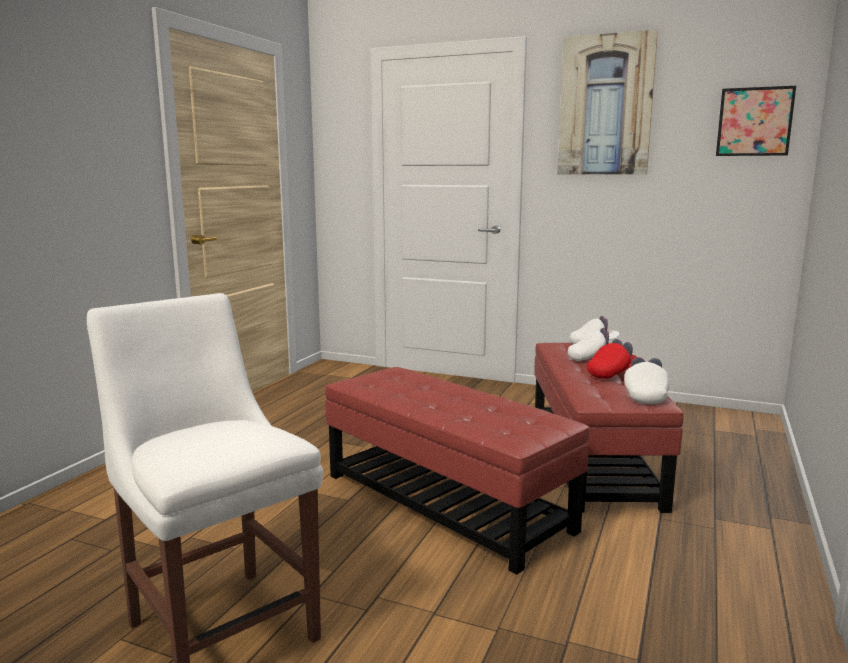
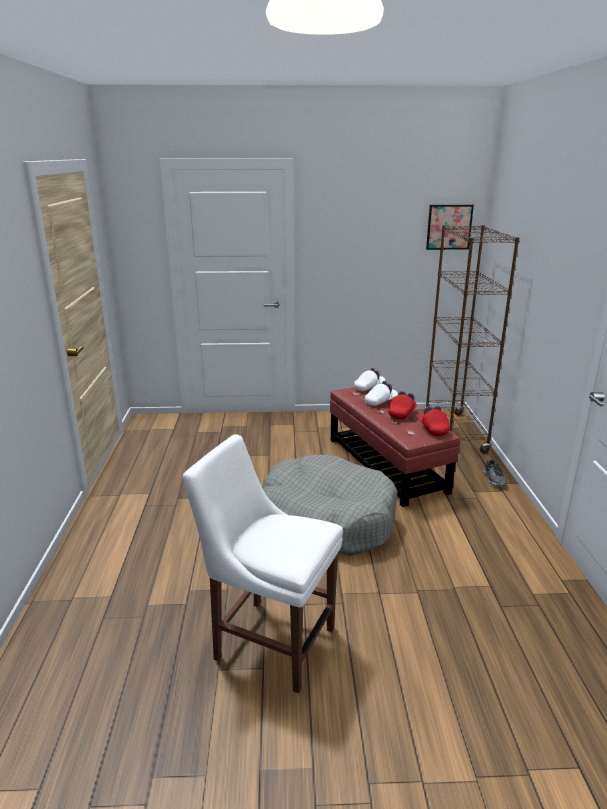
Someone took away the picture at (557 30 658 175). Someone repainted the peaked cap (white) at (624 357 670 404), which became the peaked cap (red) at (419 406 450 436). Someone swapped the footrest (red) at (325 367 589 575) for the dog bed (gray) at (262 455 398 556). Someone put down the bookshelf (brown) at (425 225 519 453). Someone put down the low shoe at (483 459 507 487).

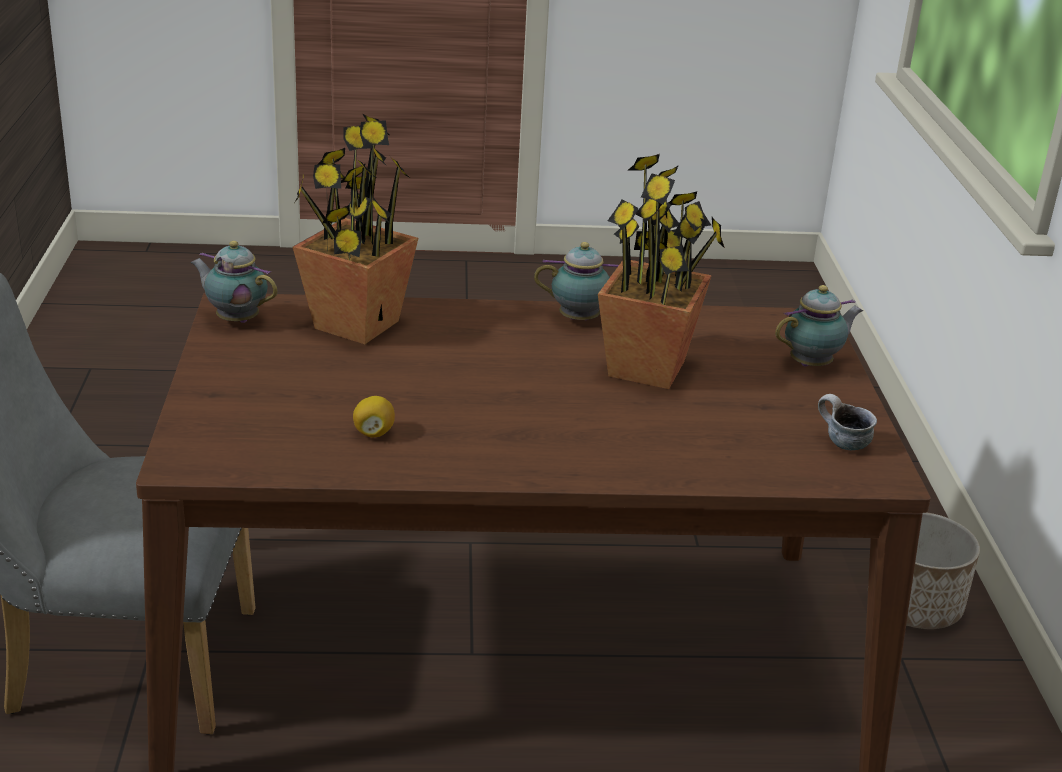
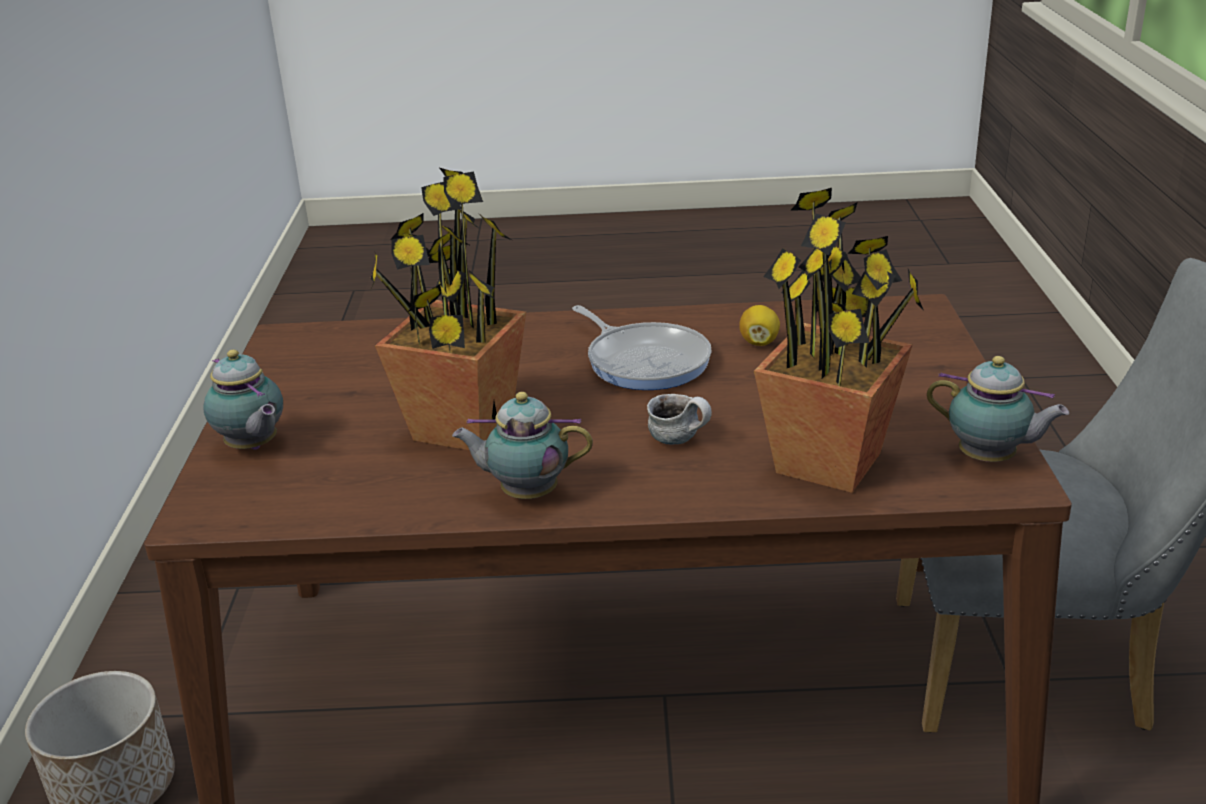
Someone rotated the tea pot at (775 285 863 367) by 105 degrees counterclockwise. Someone carried the mug from (818 394 877 450) to (647 394 712 444). Someone put down the frying pan at (572 305 712 390).

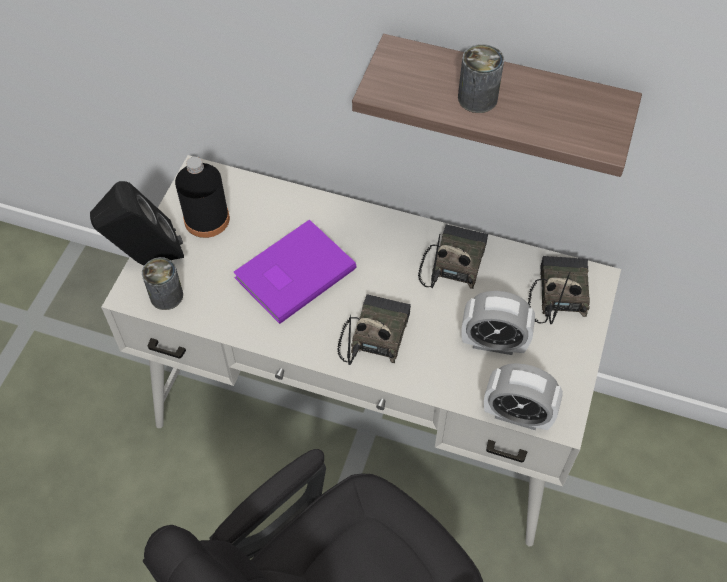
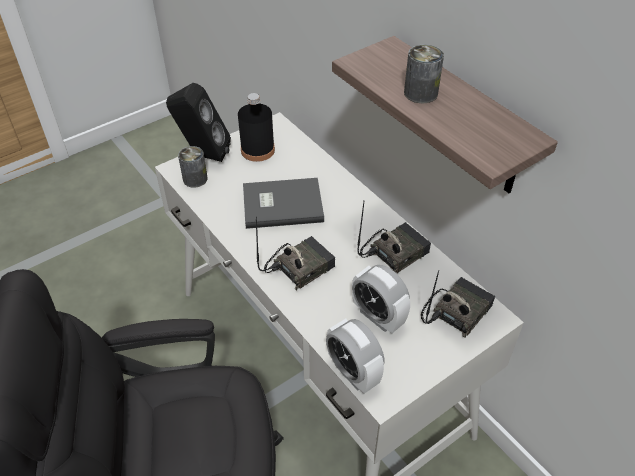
Someone repainted the book (purplish) at (234 220 357 324), which became the book (gray) at (243 178 324 229).

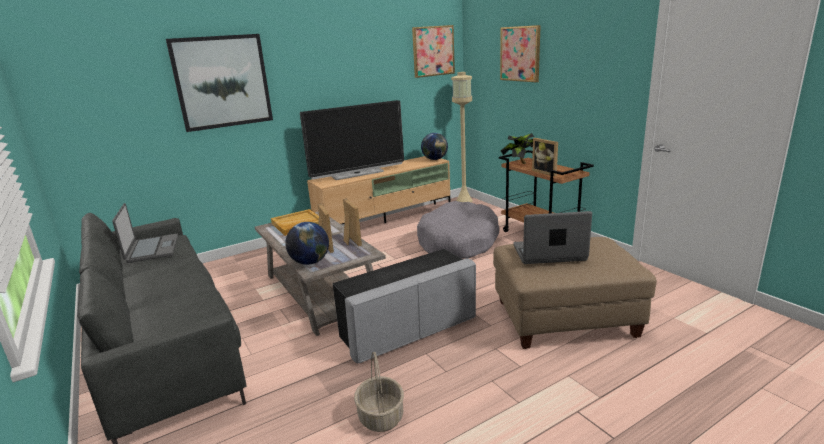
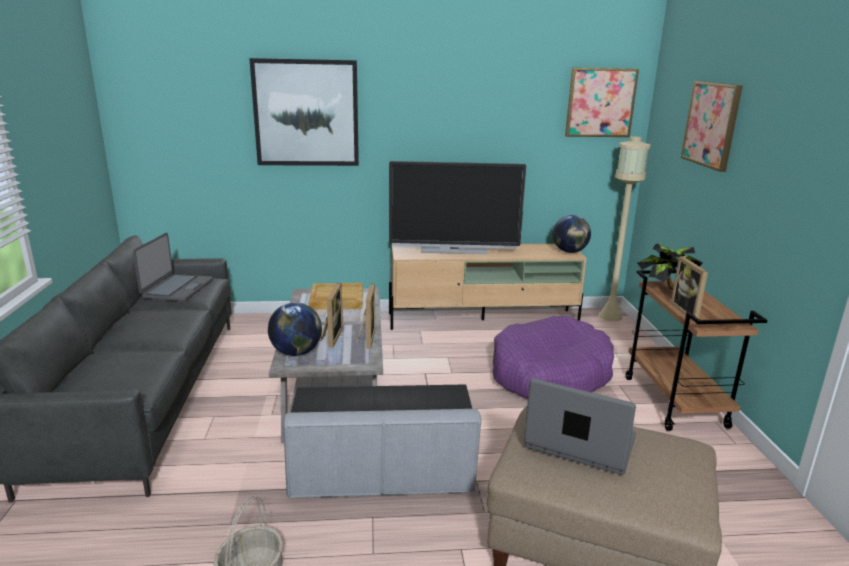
Someone repainted the dog bed (gray) at (417 201 500 259), which became the dog bed (purplish) at (493 316 614 399).

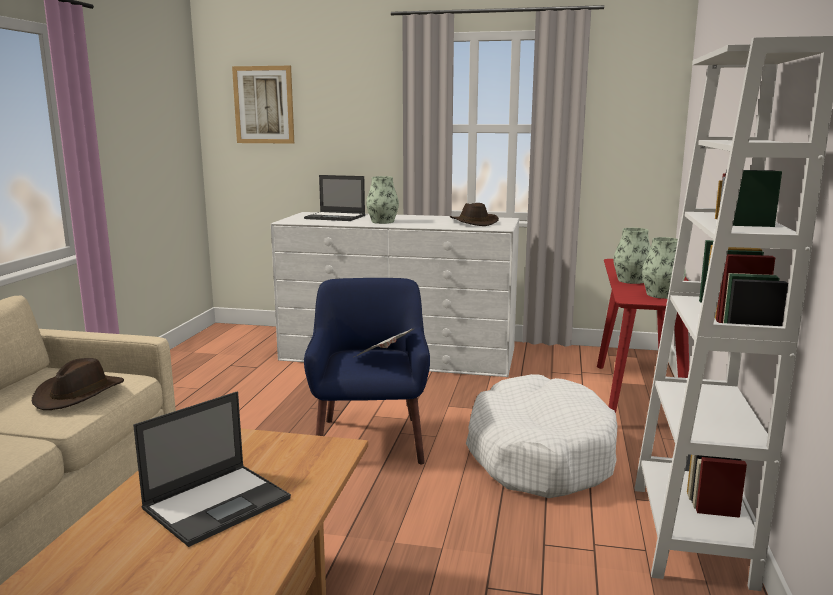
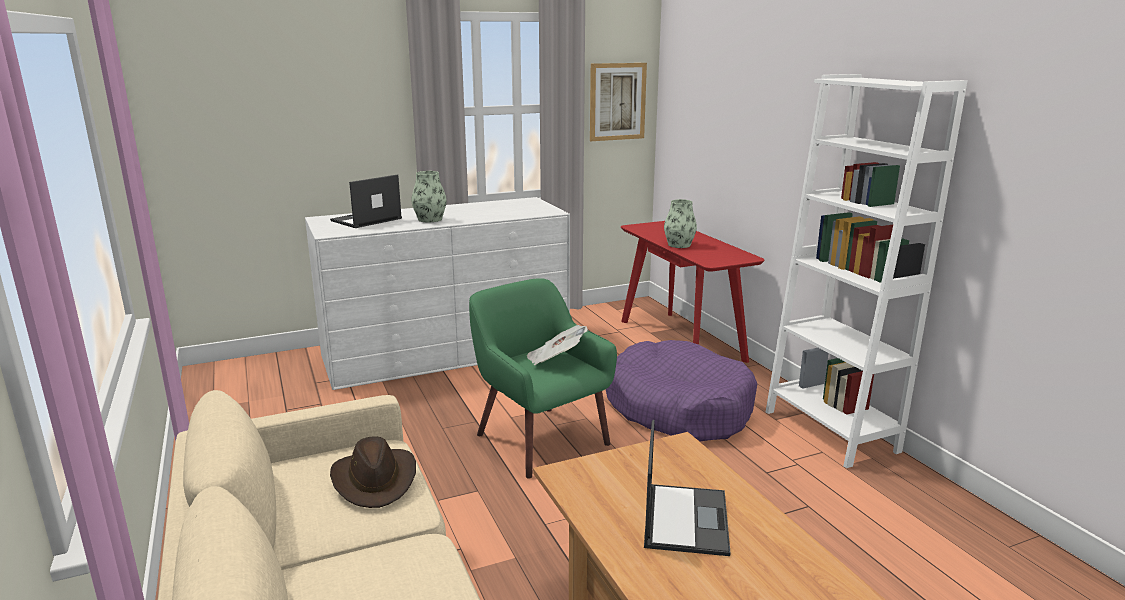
Someone carried the picture from (232 66 294 144) to (590 63 647 141). Someone rotated the portable computer at (304 175 365 221) by 150 degrees clockwise. Someone took away the clothing hat (brown) at (450 203 499 226). Someone took away the flower vase at (642 237 686 299). Someone repainted the armchair (blue-coloured) at (304 278 430 464), which became the armchair (green-coloured) at (469 278 617 479). Someone repainted the dog bed (white) at (466 374 618 498), which became the dog bed (purplish) at (606 340 757 442).

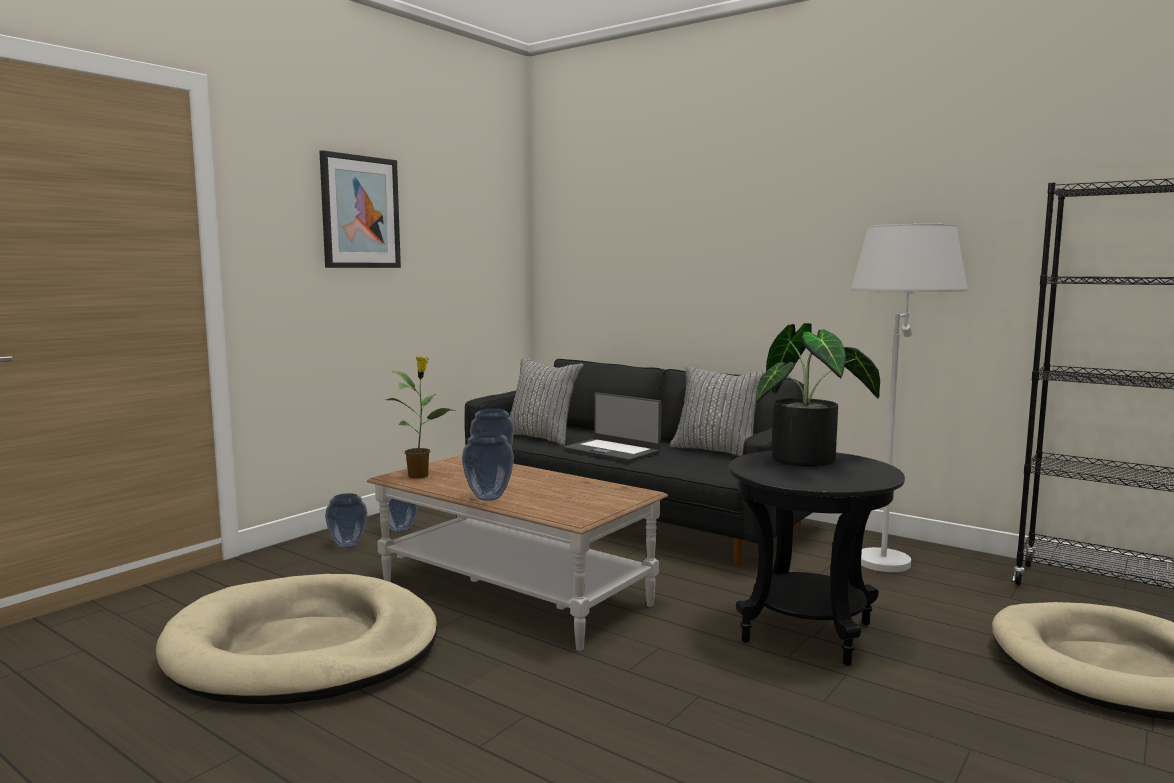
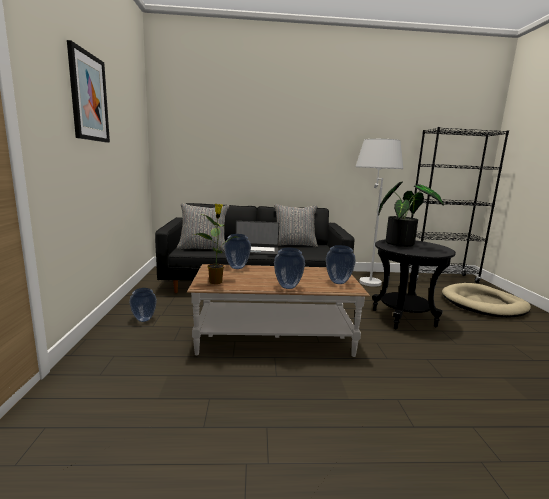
Someone carried the flower vase from (325 493 368 548) to (326 245 356 284). Someone took away the dog bed (beige) at (156 574 437 704).

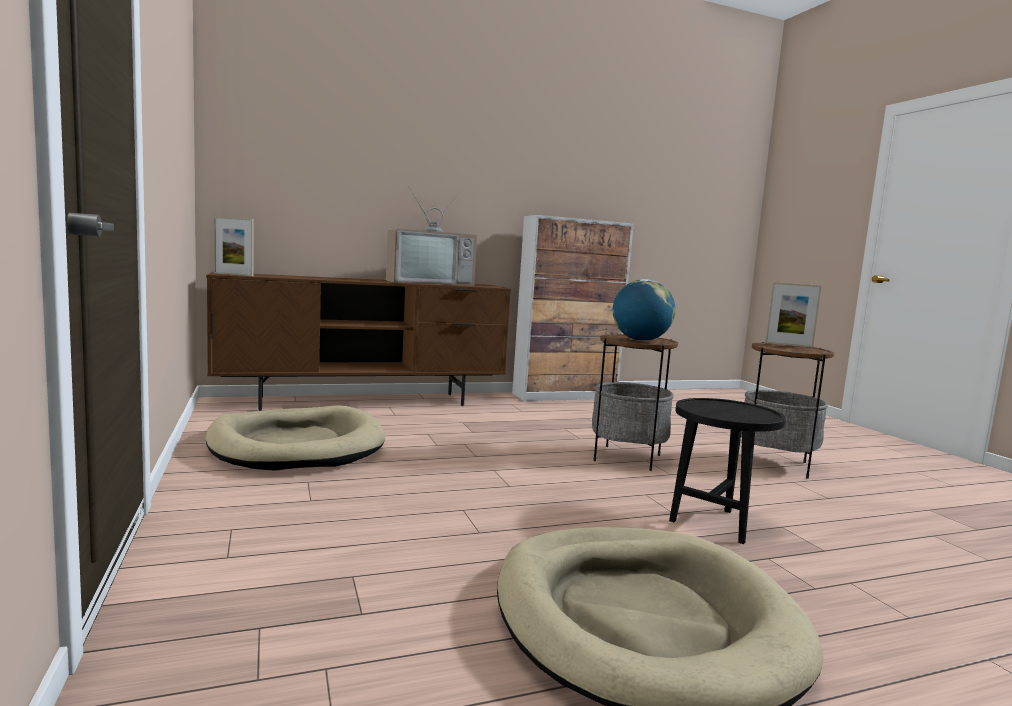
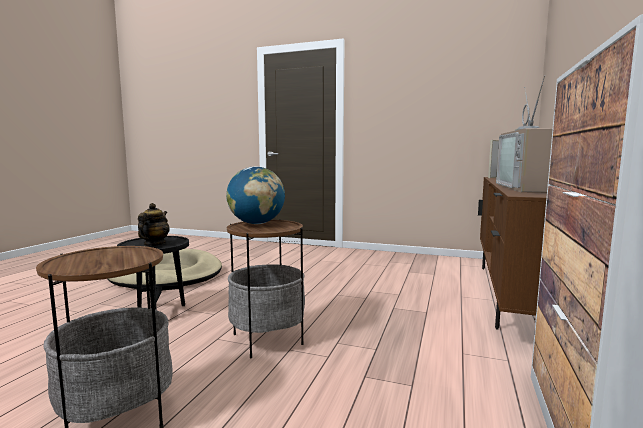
Someone took away the standing frame at (765 282 821 348). Someone took away the dog bed (beige) at (205 405 385 471). Someone put down the tea pot at (138 203 170 246).

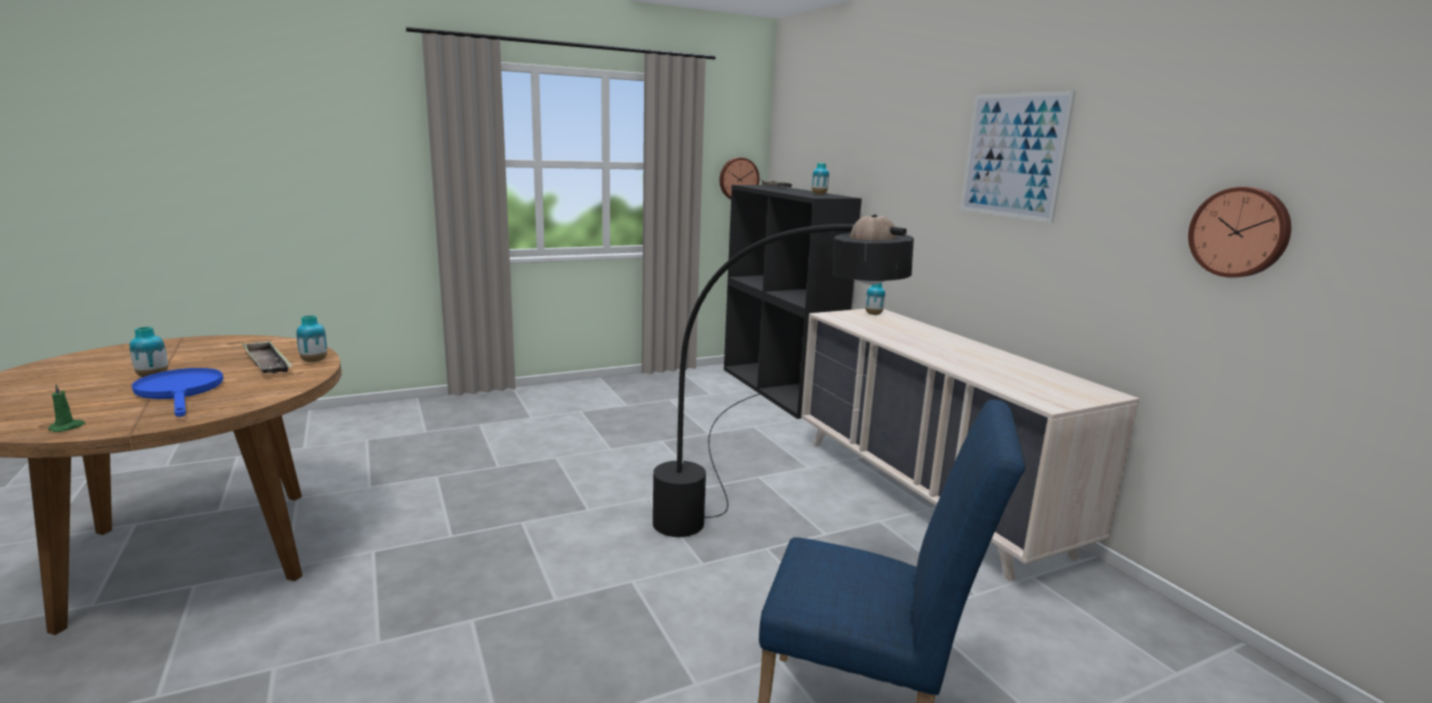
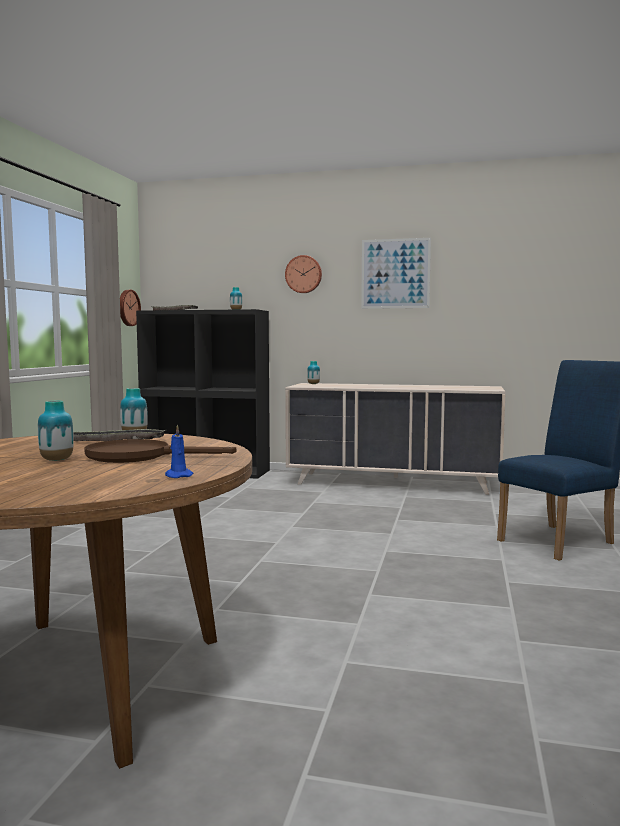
Someone carried the hanging clock from (1188 187 1291 278) to (285 255 322 293). Someone took away the standing lamp (black) at (653 215 914 537). Someone repainted the frying pan (blue-coloured) at (132 368 223 417), which became the frying pan (brown) at (84 439 236 463). Someone repainted the candle (green-coloured) at (48 384 85 432), which became the candle (blue-coloured) at (165 424 193 478).

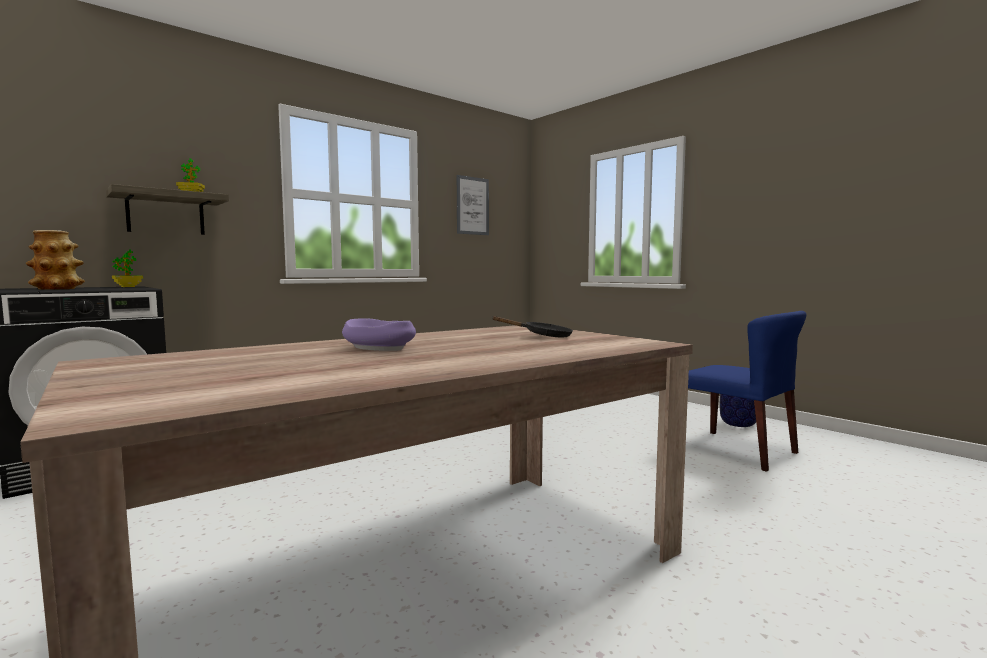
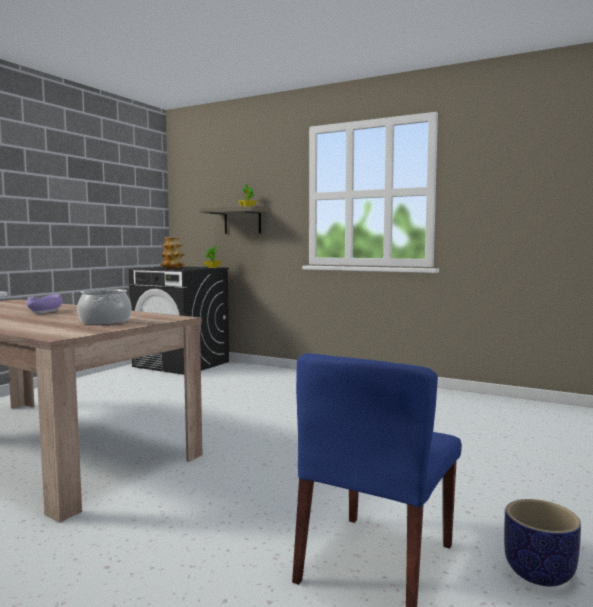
Someone took away the picture at (457 175 489 235). Someone swapped the frying pan (black) at (493 316 573 337) for the saucepot at (77 289 132 325).

